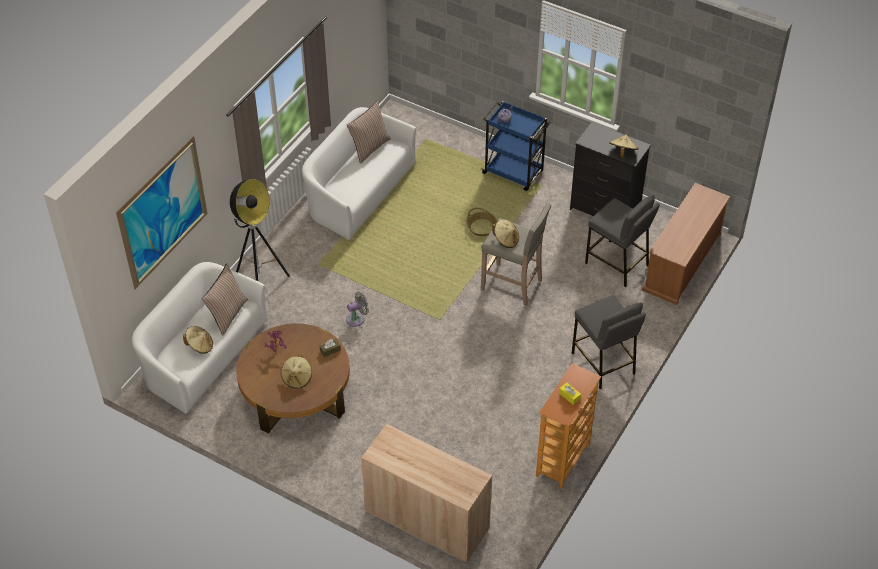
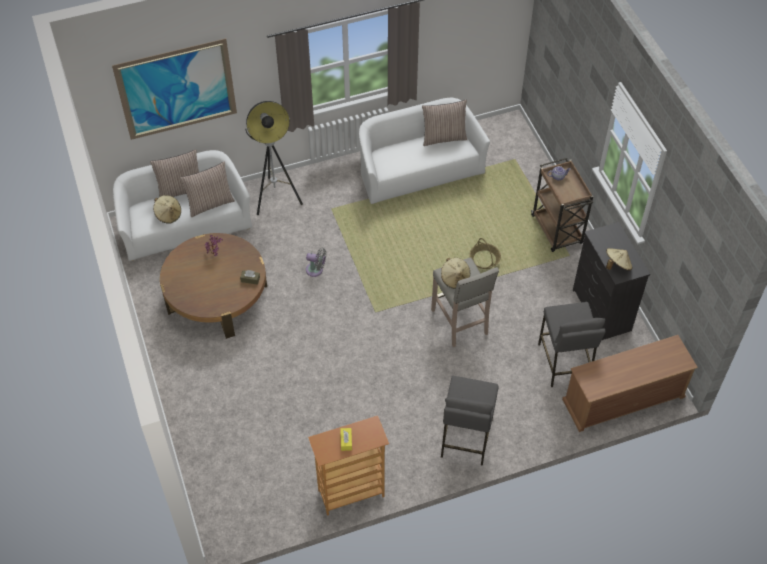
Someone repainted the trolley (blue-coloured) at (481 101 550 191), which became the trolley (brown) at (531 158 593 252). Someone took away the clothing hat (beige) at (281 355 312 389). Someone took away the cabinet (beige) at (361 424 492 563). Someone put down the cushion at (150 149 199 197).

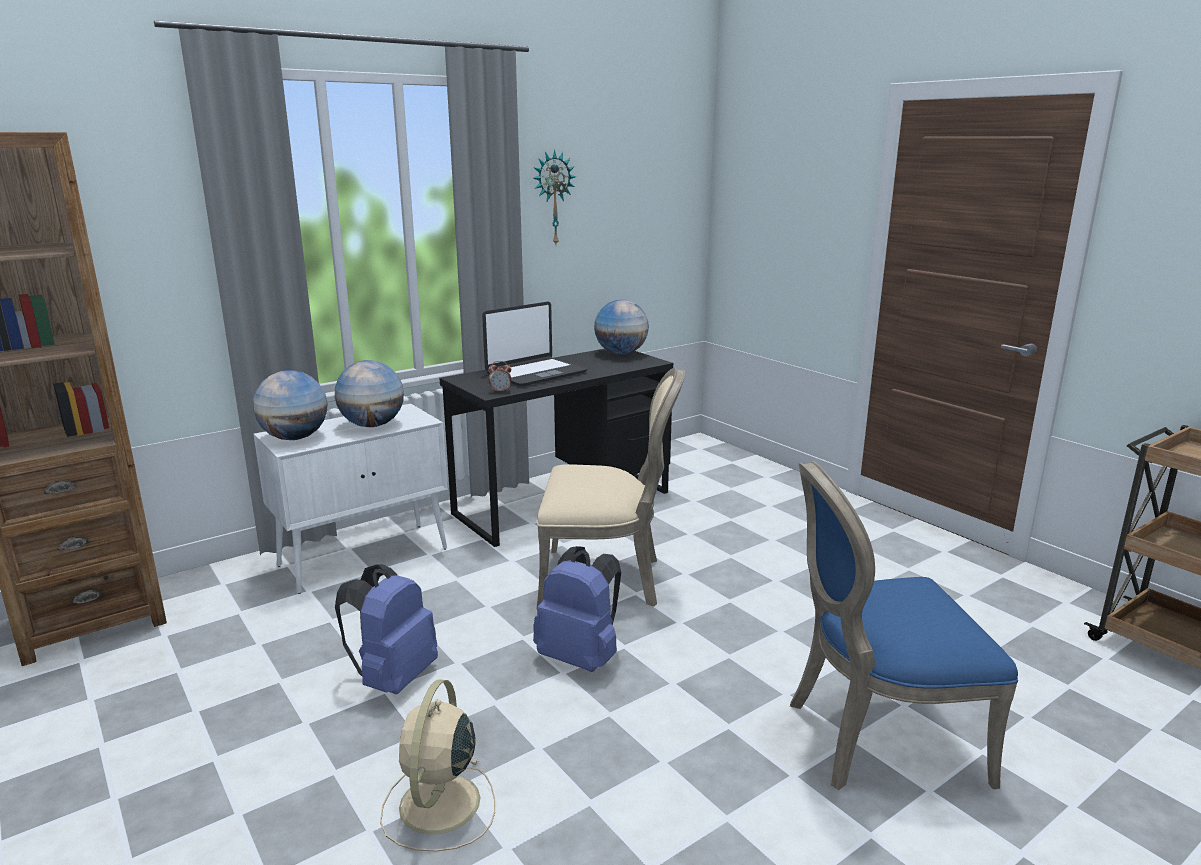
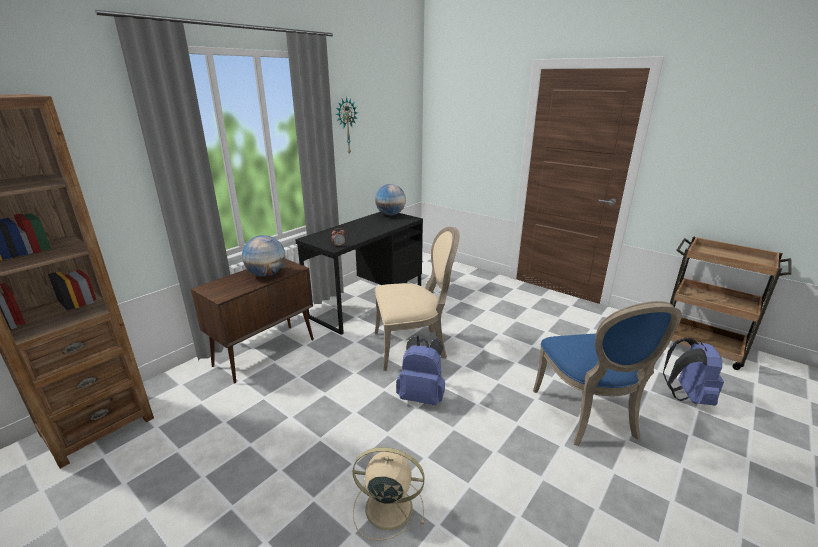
Someone took away the portable computer at (482 302 587 387). Someone took away the globe at (253 370 327 440). Someone repainted the cabinet (white) at (254 404 447 594), which became the cabinet (brown) at (191 259 314 383). Someone rotated the upright chair (blue-coloured) at (790 461 1018 790) by 75 degrees counterclockwise. Someone carried the rucksack (blue-coloured) from (335 564 438 694) to (663 338 724 406). Someone rotated the cooling fan (beige) at (380 680 495 851) by 105 degrees clockwise.

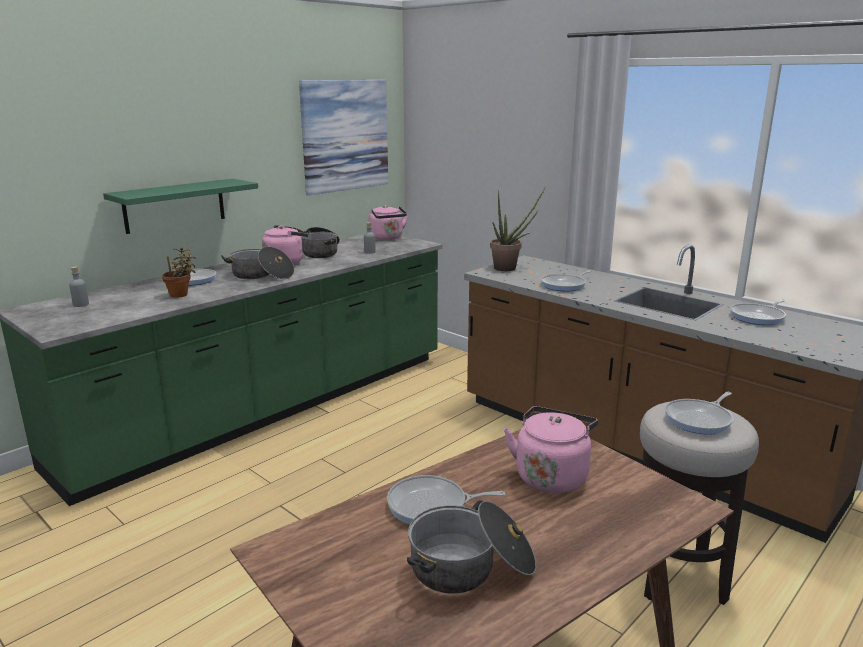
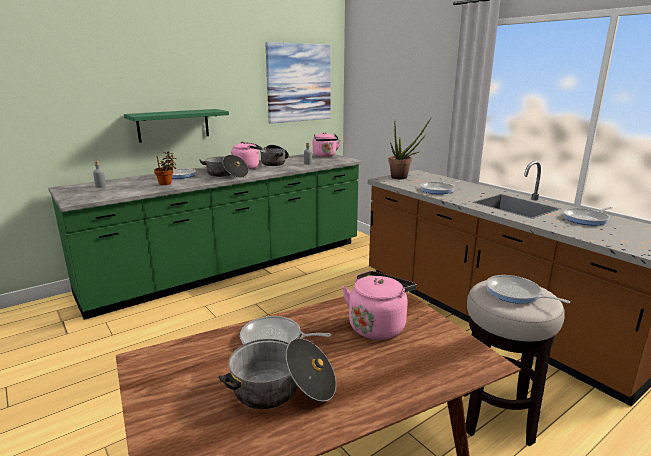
Someone rotated the frying pan at (665 392 733 435) by 75 degrees clockwise.

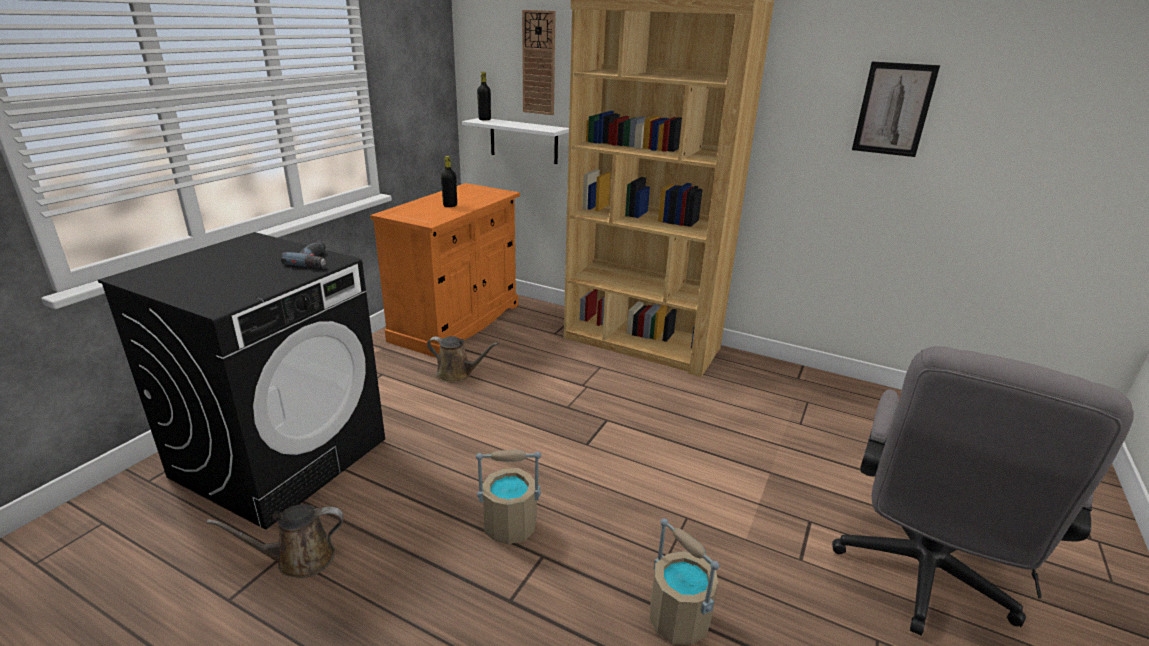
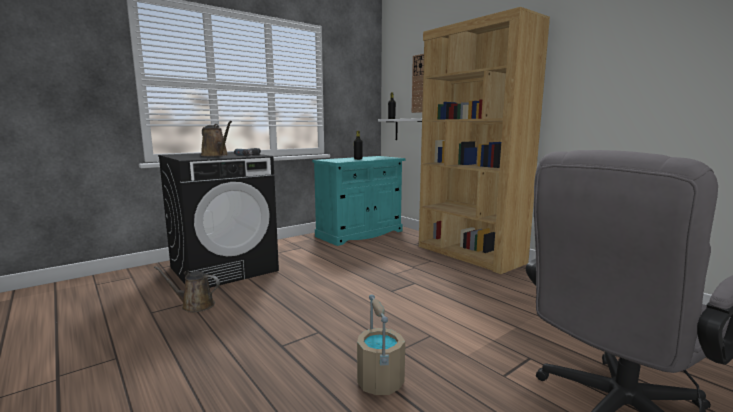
Someone took away the picture at (852 62 940 157). Someone repainted the cabinet (orange) at (370 183 520 358), which became the cabinet (turquoise-coloured) at (312 156 405 246). Someone carried the watering pot (brown) from (427 336 499 383) to (201 121 232 157). Someone took away the water bucket (beige) at (476 450 541 545).

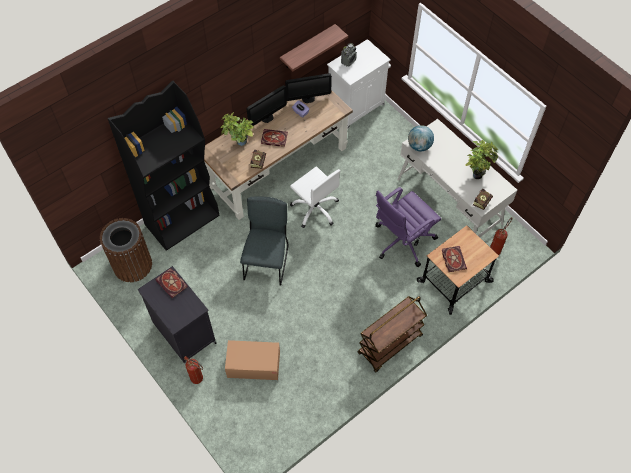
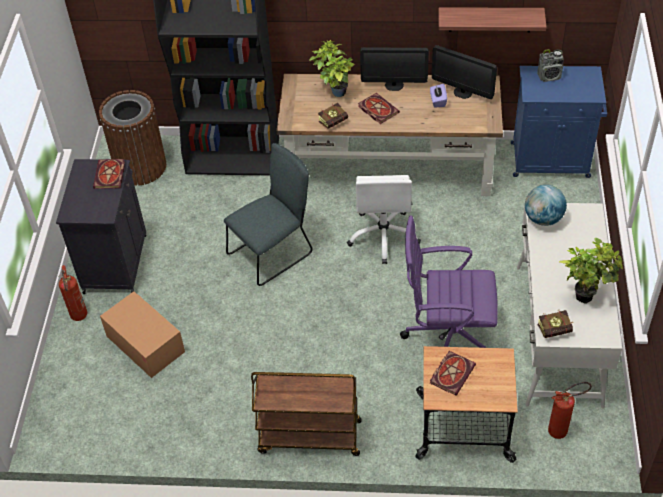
Someone repainted the cabinet (white) at (327 39 391 129), which became the cabinet (blue-coloured) at (511 66 607 178).

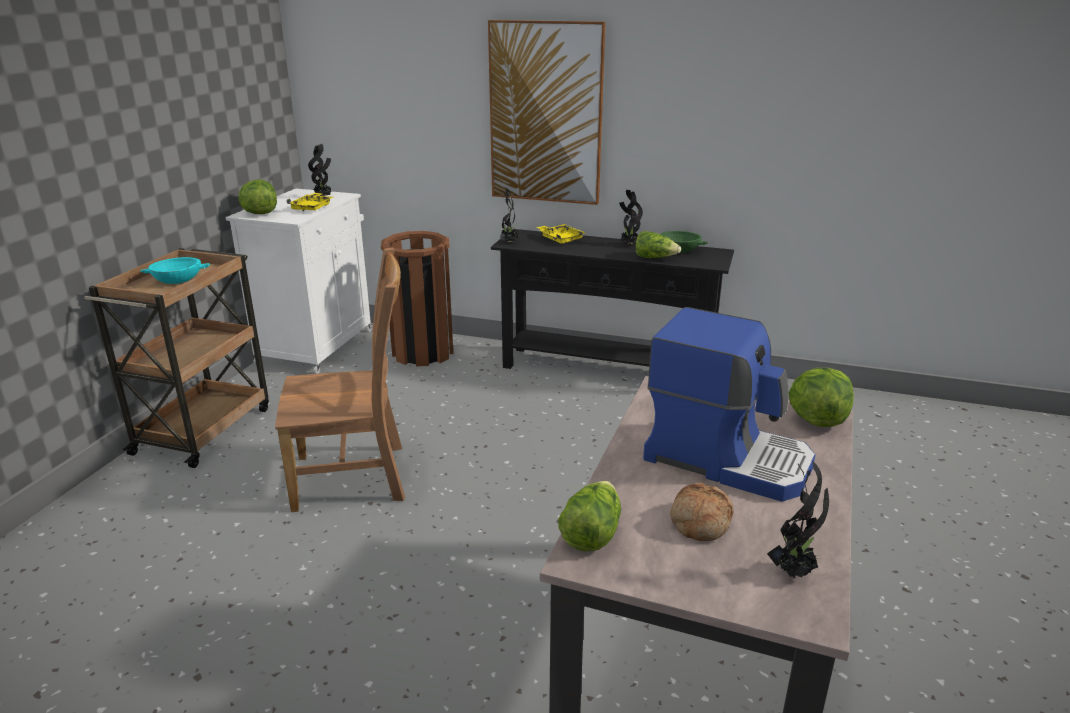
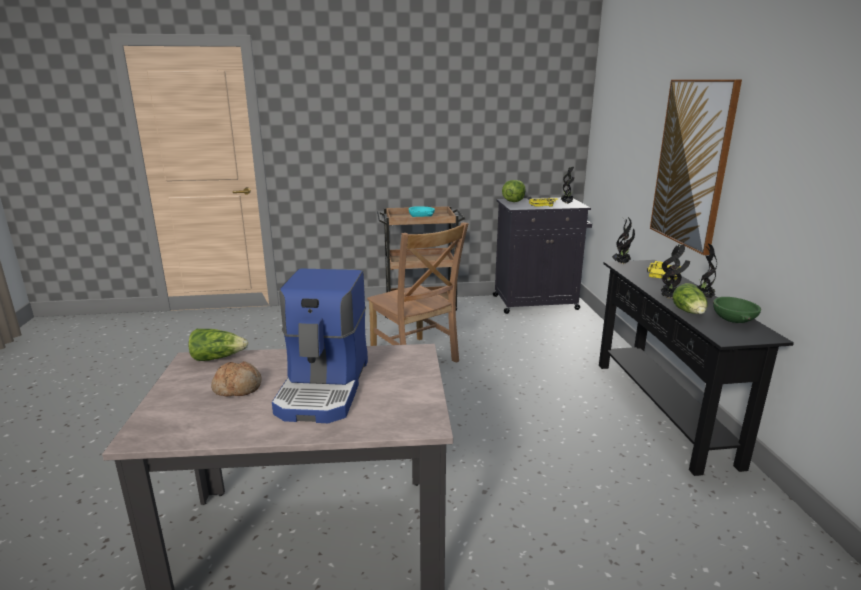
Someone repainted the cabinet (white) at (226 189 372 374), which became the cabinet (black) at (493 197 592 314). Someone took away the trash can (brown) at (381 231 453 366). Someone took away the lettuce head at (789 368 854 427). Someone carried the plant in a pot from (767 461 829 578) to (661 244 690 299).

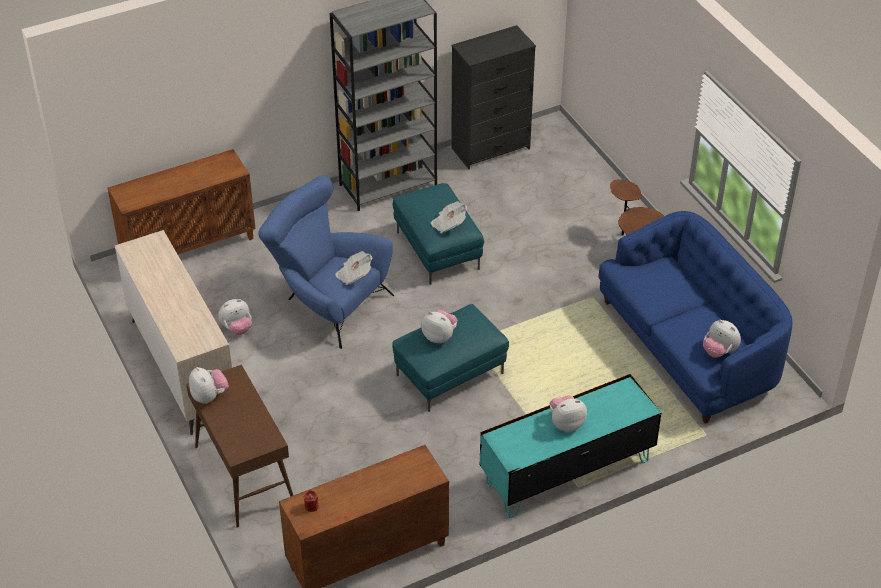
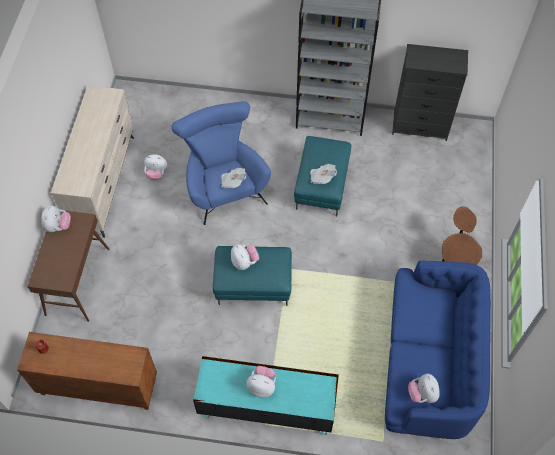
Someone took away the cabinet (brown) at (108 149 256 254).

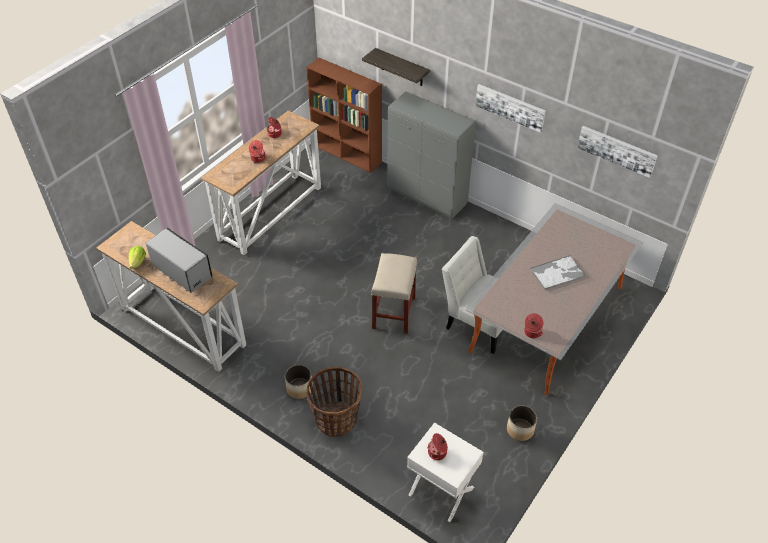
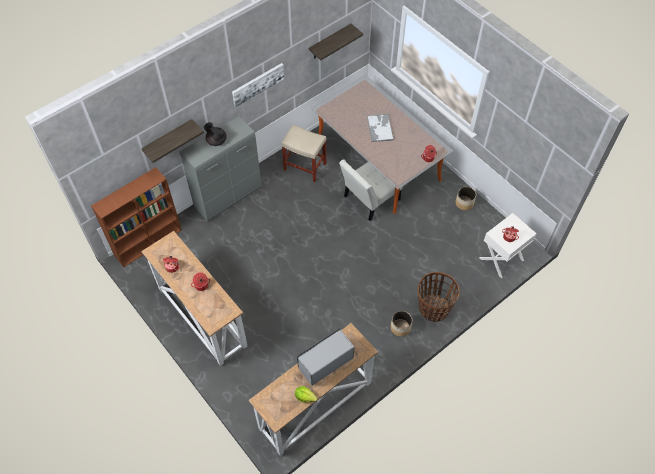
Someone swapped the picture at (577 126 658 178) for the wall shelf at (309 24 363 60). Someone carried the sitting stool (beige) from (371 253 417 334) to (281 124 326 182). Someone put down the tea pot (black) at (204 122 226 146).

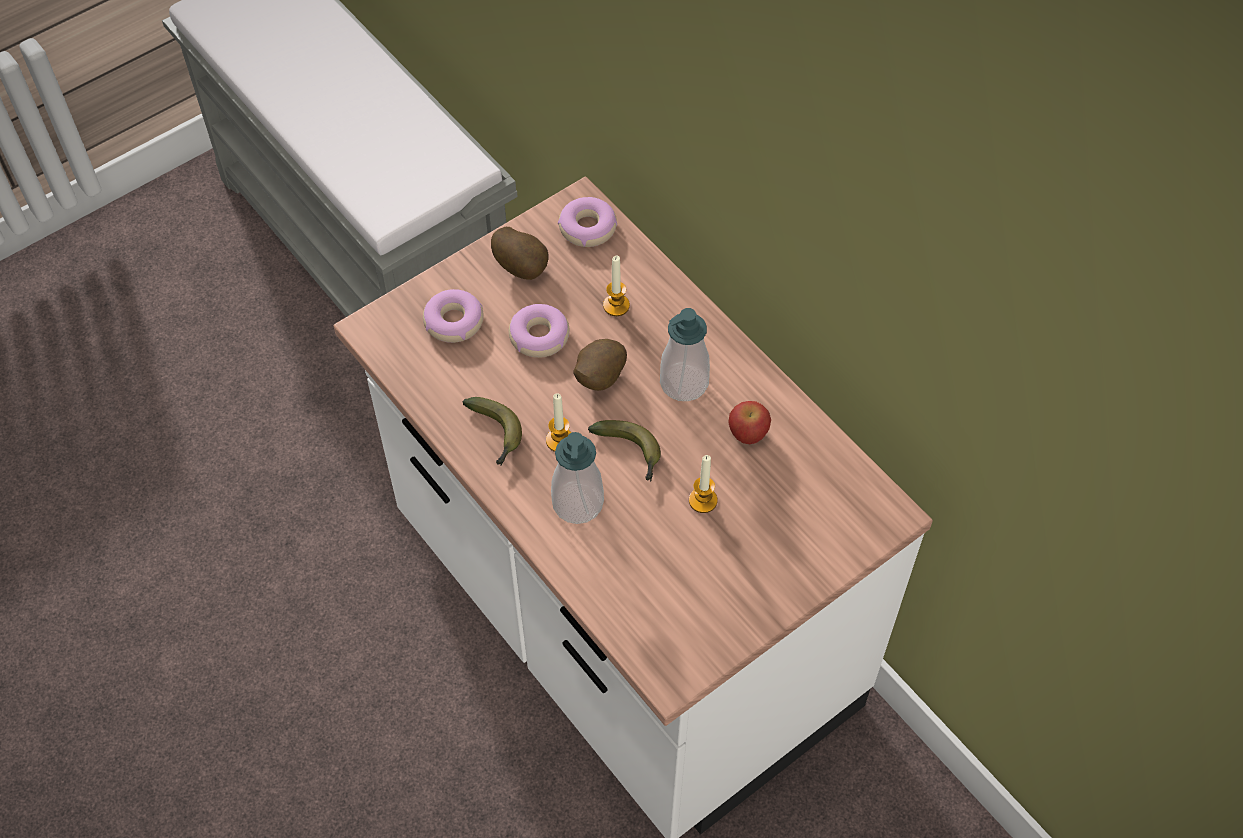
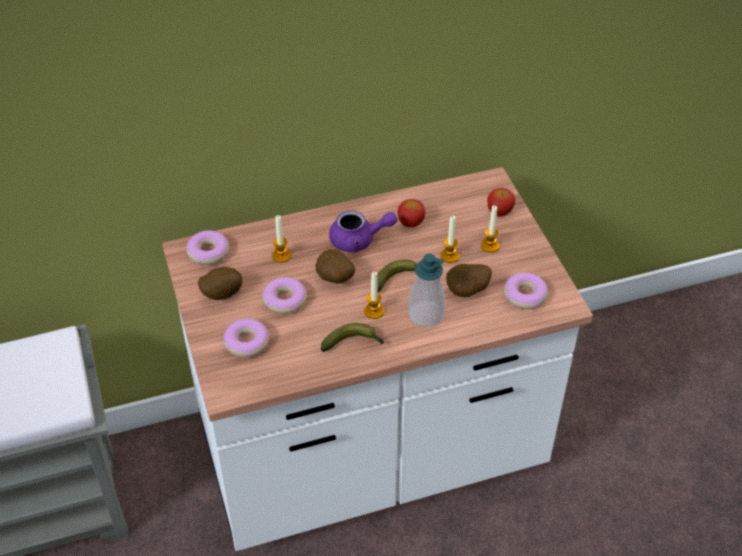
Someone swapped the soap bottle at (660 308 710 401) for the tea pot (purplish) at (329 210 398 252). Someone put down the whole apple at (487 188 515 216). Someone put down the candle at (481 205 499 253). Someone put down the potato at (446 264 492 297). Someone put down the donut at (504 273 548 309).

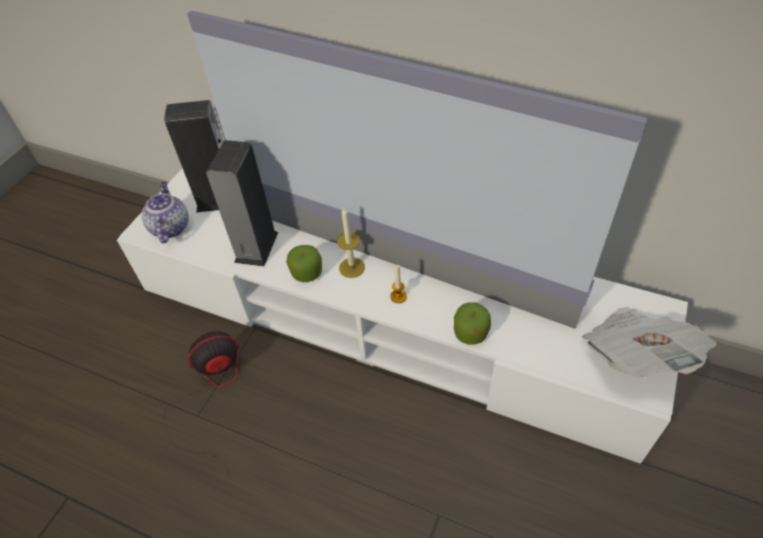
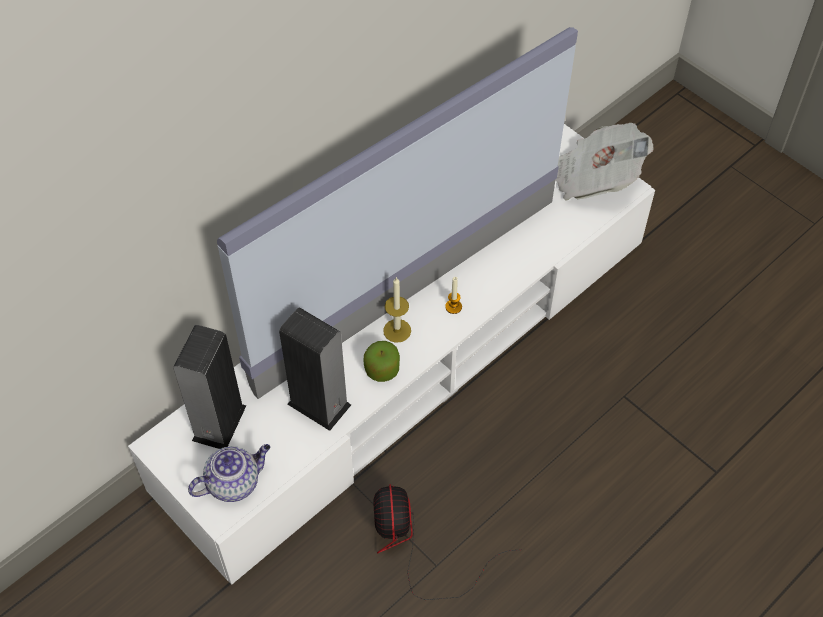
Someone rotated the tea pot at (142 182 189 243) by 135 degrees clockwise. Someone took away the whole apple at (454 302 491 345).

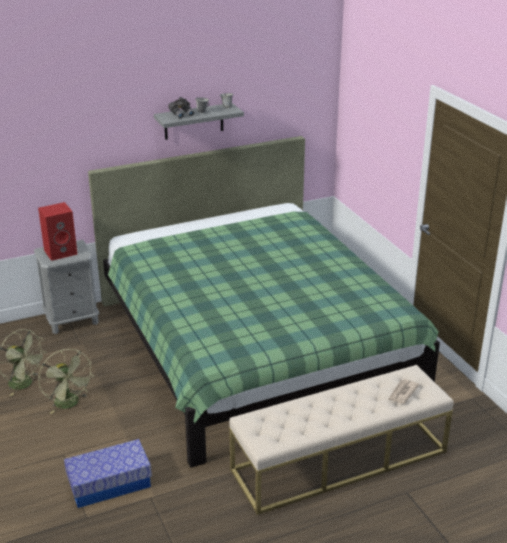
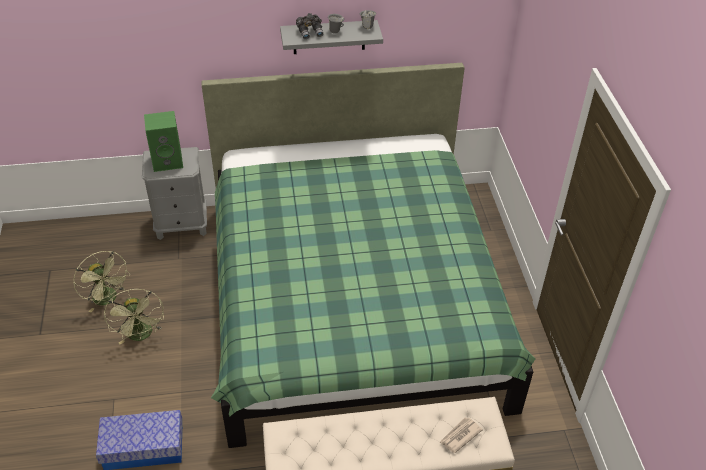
Someone repainted the loudspeaker (red) at (38 202 77 261), which became the loudspeaker (green-coloured) at (144 111 183 172).

